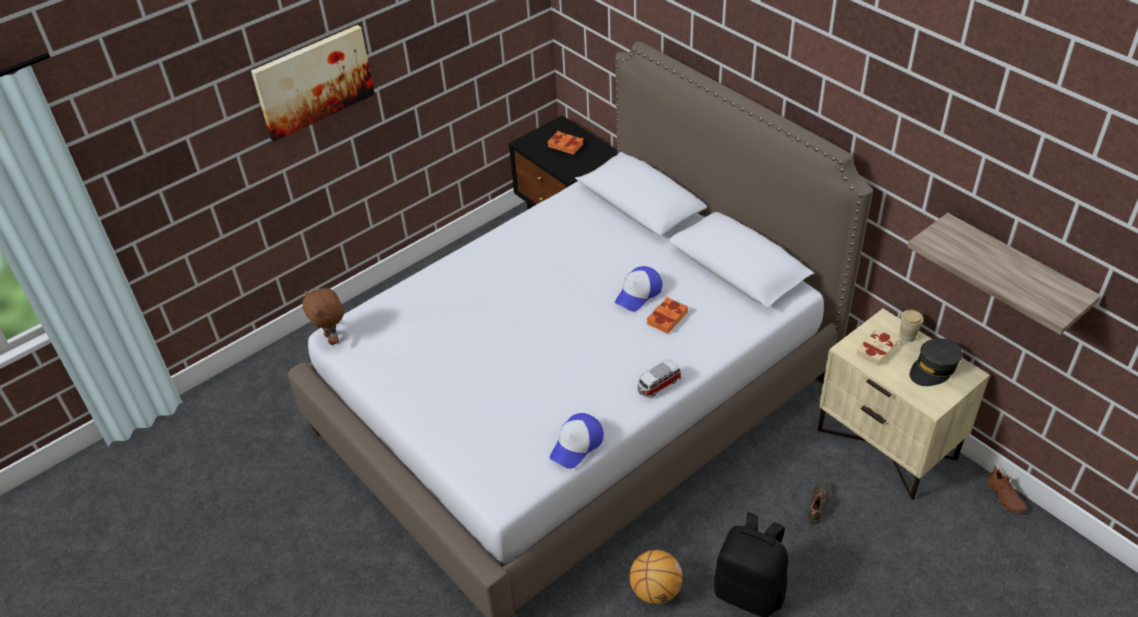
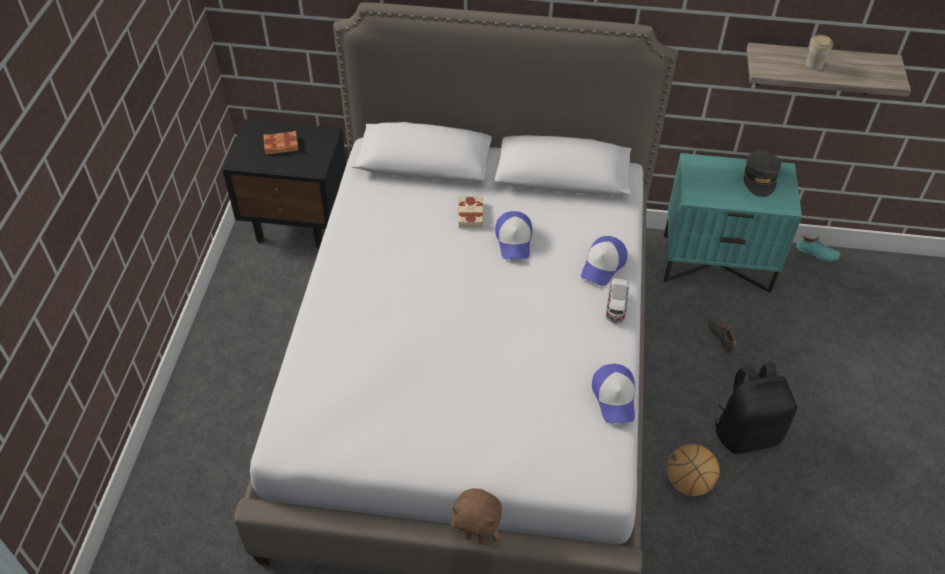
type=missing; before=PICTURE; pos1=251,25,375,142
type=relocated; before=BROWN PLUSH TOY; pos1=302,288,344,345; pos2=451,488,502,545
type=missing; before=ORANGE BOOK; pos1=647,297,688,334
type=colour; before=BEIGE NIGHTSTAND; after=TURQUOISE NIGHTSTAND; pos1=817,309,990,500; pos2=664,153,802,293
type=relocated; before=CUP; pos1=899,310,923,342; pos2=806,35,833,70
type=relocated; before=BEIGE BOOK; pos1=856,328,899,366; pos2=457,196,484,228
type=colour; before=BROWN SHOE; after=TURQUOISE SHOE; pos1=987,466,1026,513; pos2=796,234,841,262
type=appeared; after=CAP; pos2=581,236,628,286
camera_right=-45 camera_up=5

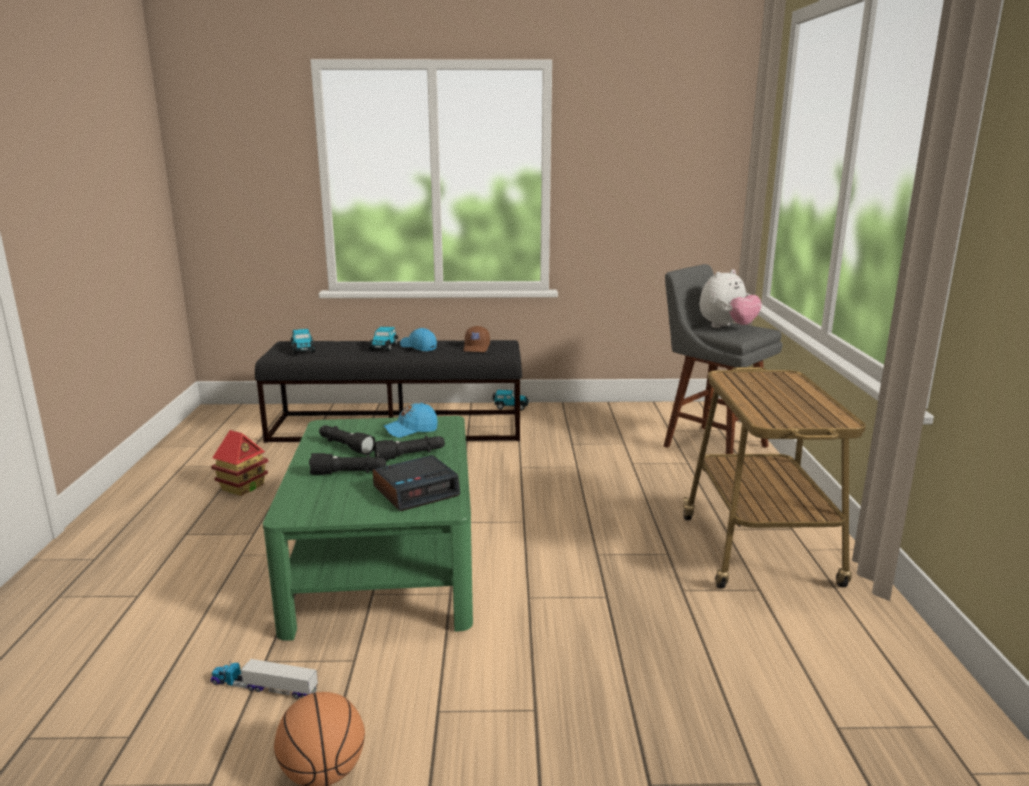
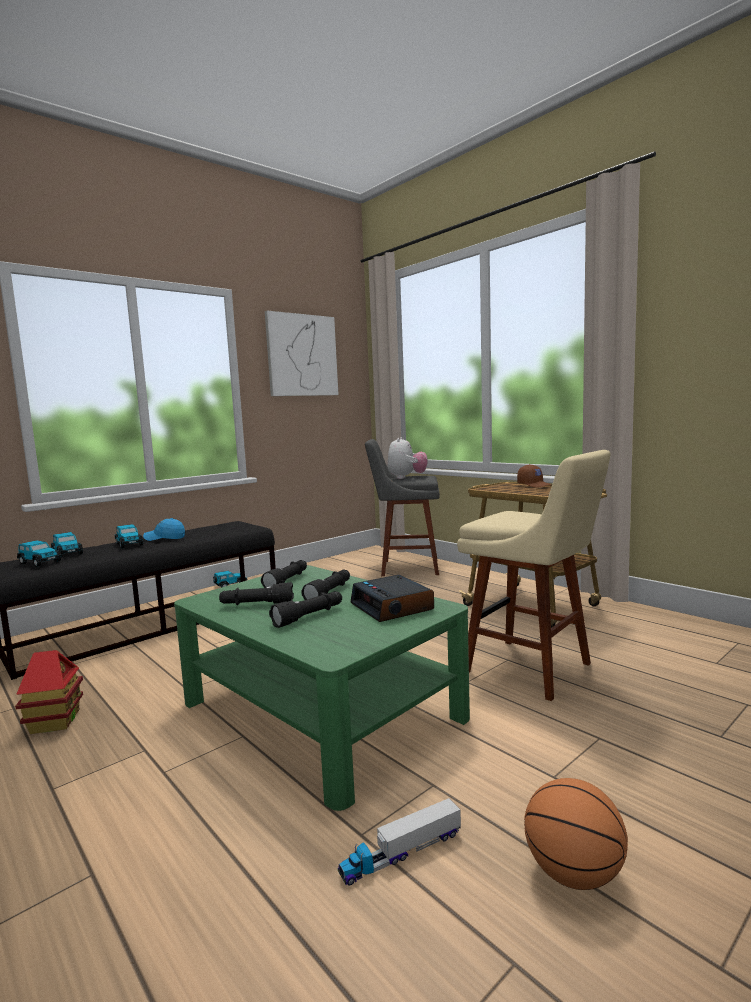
type=relocated; before=BROWN CAP; pos1=464,326,490,352; pos2=517,464,552,488
type=exchanged; before=BLUE CAP; after=BLACK FLASHLIGHT; pos1=384,403,438,438; pos2=261,560,307,588
type=spun; before=ALARM CLOCK; pos1=372,455,460,511; pos2=351,575,434,622; turn=135
type=appeared; after=PICTURE; pos2=265,311,339,396
type=appeared; after=BEIGE STOOL; pos2=457,450,611,701
type=appeared; after=TOY CAR; pos2=51,532,83,557
camera_right=-40 camera_up=-10

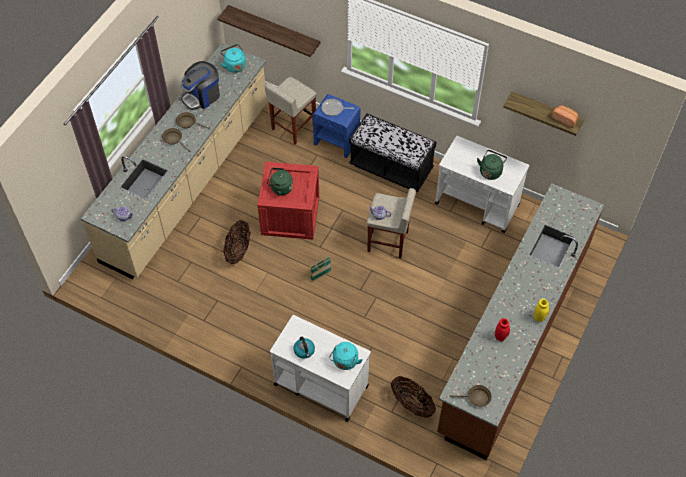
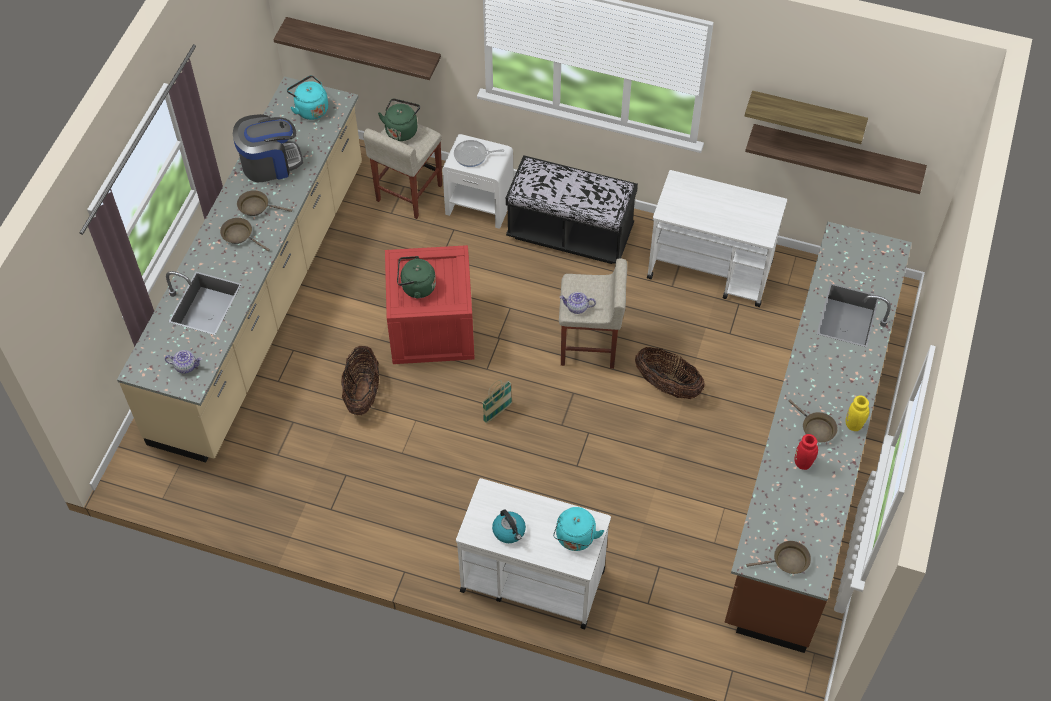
type=spun; before=COFFEE MACHINE; pos1=180,61,220,110; pos2=233,114,303,182; turn=-150
type=colour; before=BLUE NIGHTSTAND; after=WHITE NIGHTSTAND; pos1=313,94,360,158; pos2=442,134,513,229
type=missing; before=BREAD; pos1=551,105,578,127
type=relocated; before=GREEN KETTLE; pos1=477,150,507,180; pos2=378,99,420,141
type=relocated; before=BASKET; pos1=391,376,436,418; pos2=635,347,705,399
type=appeared; after=SHELF; pos2=745,124,927,194
type=appeared; after=BROWN FRYING PAN; pos2=788,399,838,442
camera_right=-10 camera_up=0

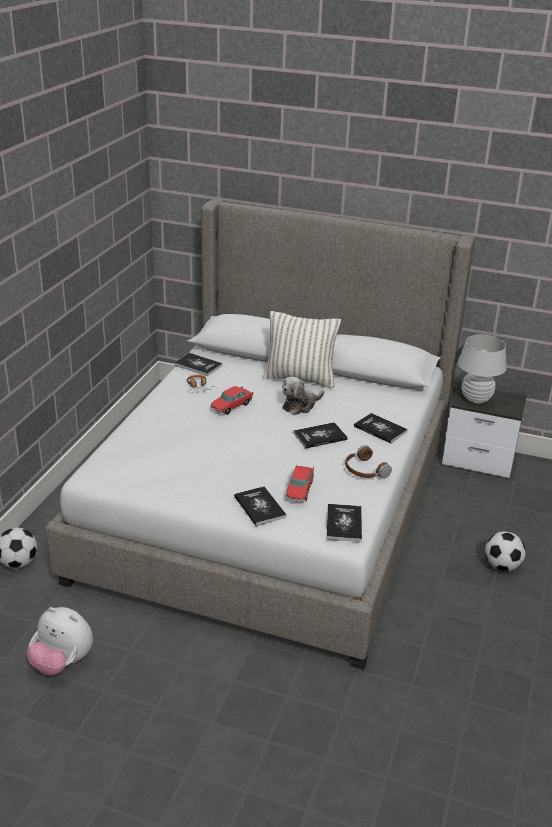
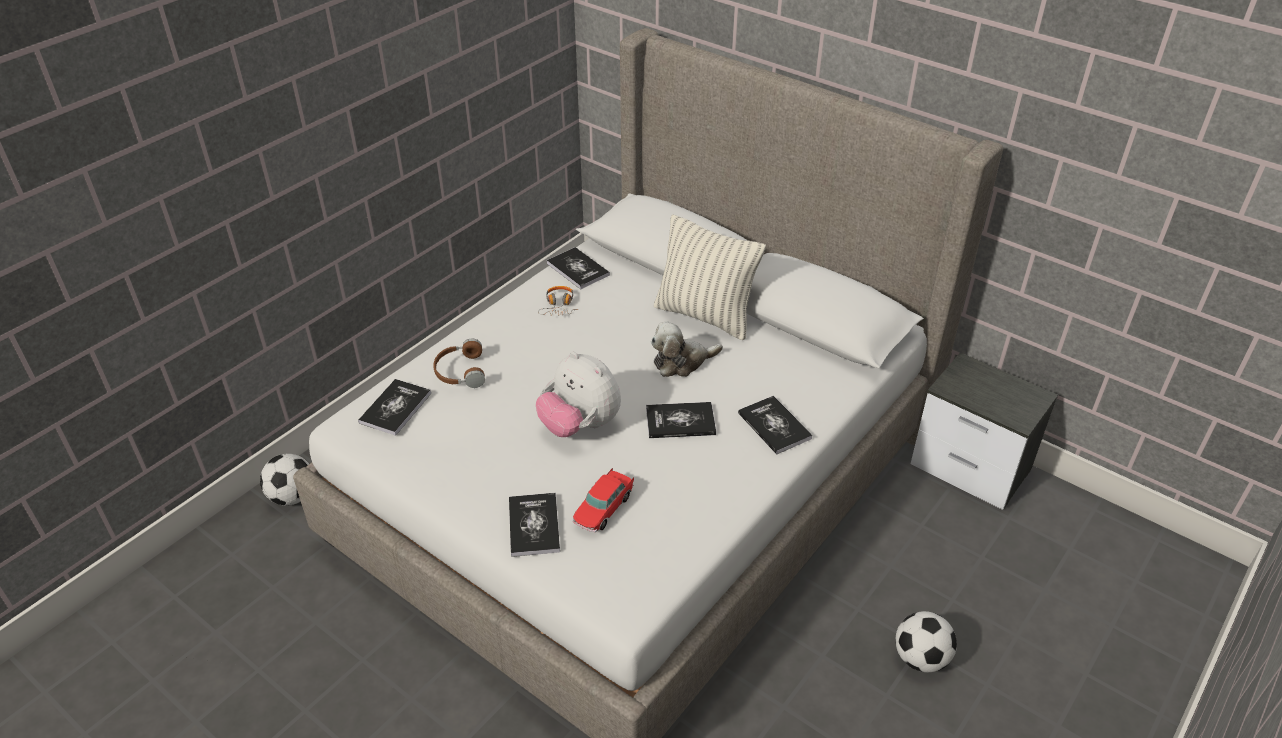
type=missing; before=WHITE TABLE LAMP; pos1=458,335,507,404
type=missing; before=TOY CAR; pos1=210,386,253,415
type=relocated; before=BROWN HEADPHONES; pos1=345,445,392,479; pos2=433,338,485,388
type=relocated; before=BOOK; pos1=327,504,362,542; pos2=358,379,432,436
type=relocated; before=PLUSH TOY; pos1=27,607,93,676; pos2=536,352,621,437
camera_right=20 camera_up=10

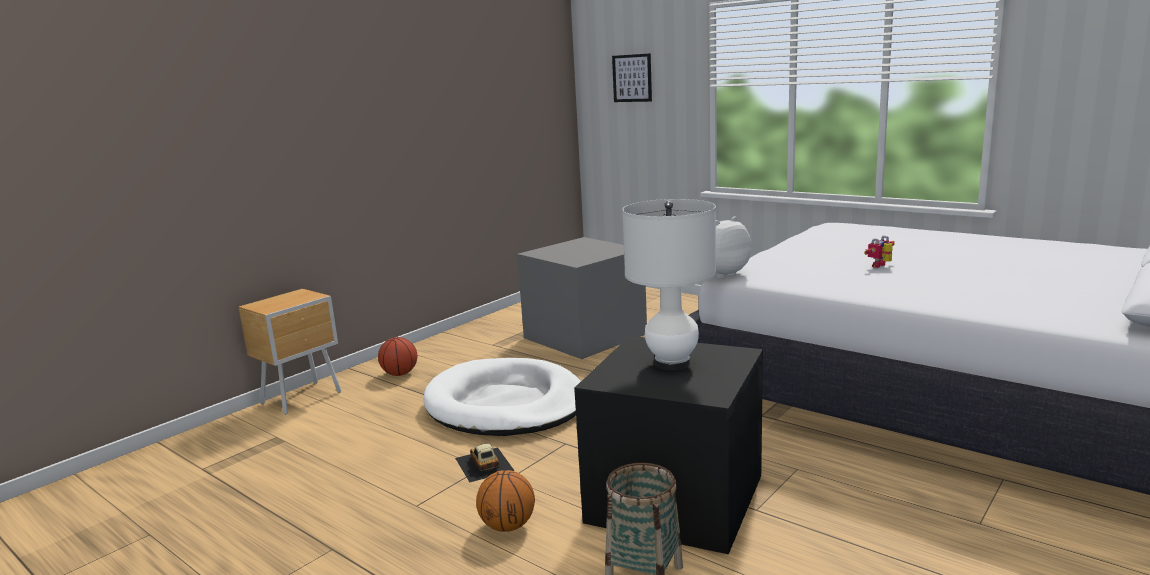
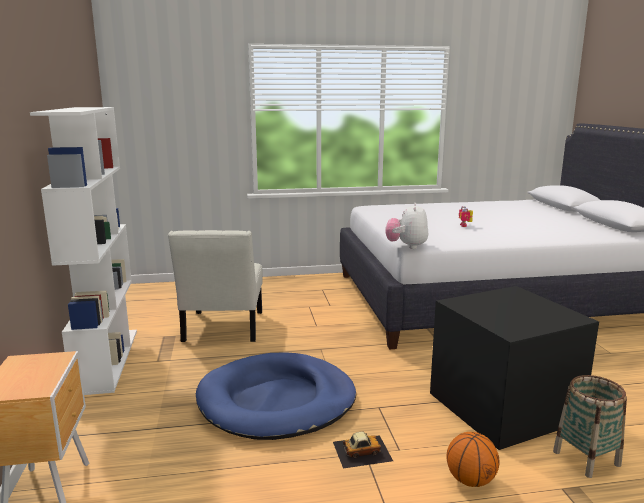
type=missing; before=PICTURE; pos1=612,53,652,102
type=missing; before=WHITE TABLE LAMP; pos1=622,199,716,371
type=exchanged; before=GREY STORAGE BOX; after=WHITE CHAIR; pos1=517,237,647,359; pos2=168,230,263,342
type=missing; before=BASKETBALL; pos1=378,337,417,376
type=colour; before=WHITE DOG BED; after=BLUE DOG BED; pos1=423,358,581,436; pos2=196,352,356,440
type=spun; before=TOY CAR; pos1=455,444,515,482; pos2=333,431,393,469; turn=150
type=appeared; after=WHITE BOOKCASE; pos2=30,107,137,395
camera_right=-50 camera_up=0

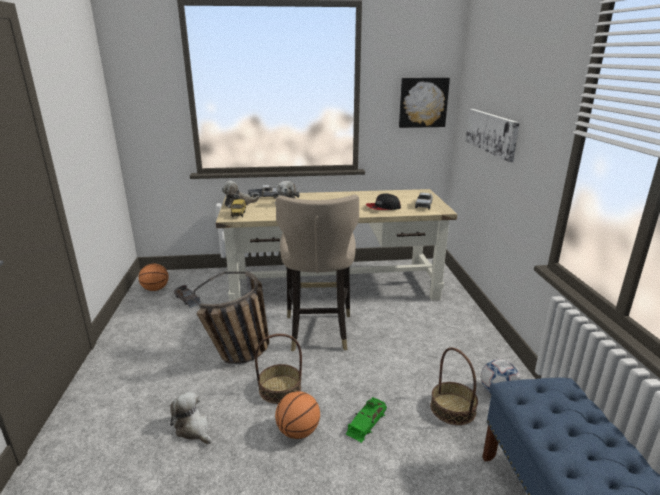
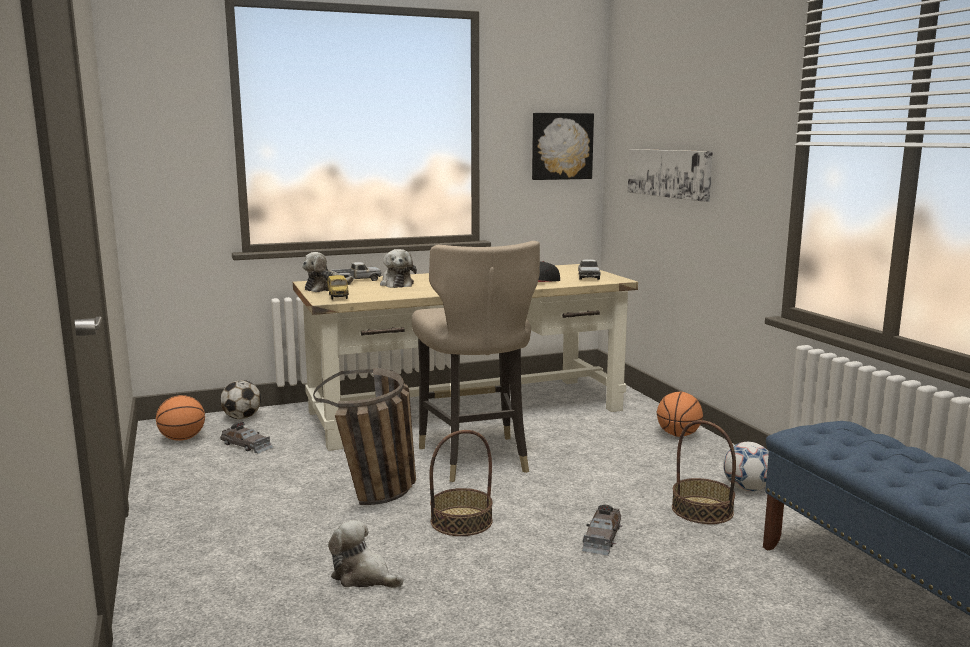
type=relocated; before=BASKETBALL; pos1=275,391,320,439; pos2=657,391,703,437
type=colour; before=GREEN TOY CAR; after=GREY TOY CAR; pos1=346,397,387,443; pos2=582,505,622,556
type=appeared; after=FOOTBALL; pos2=220,380,261,419
camera_right=-15 camera_up=-10

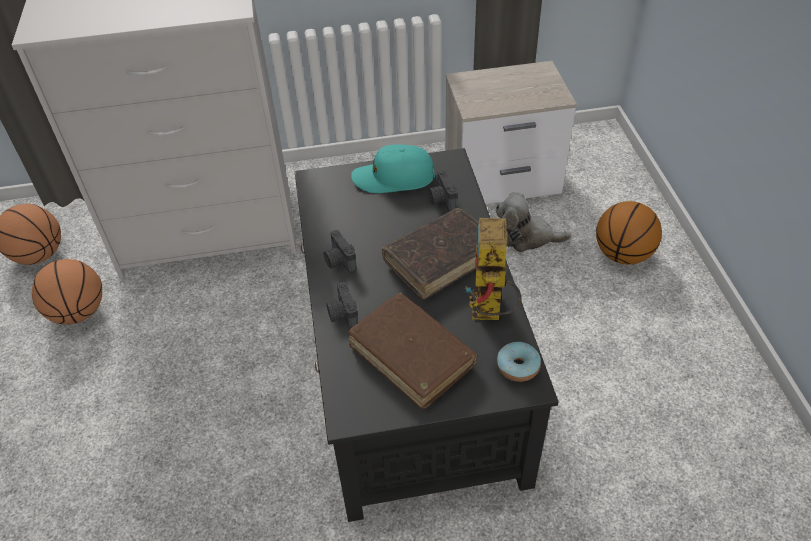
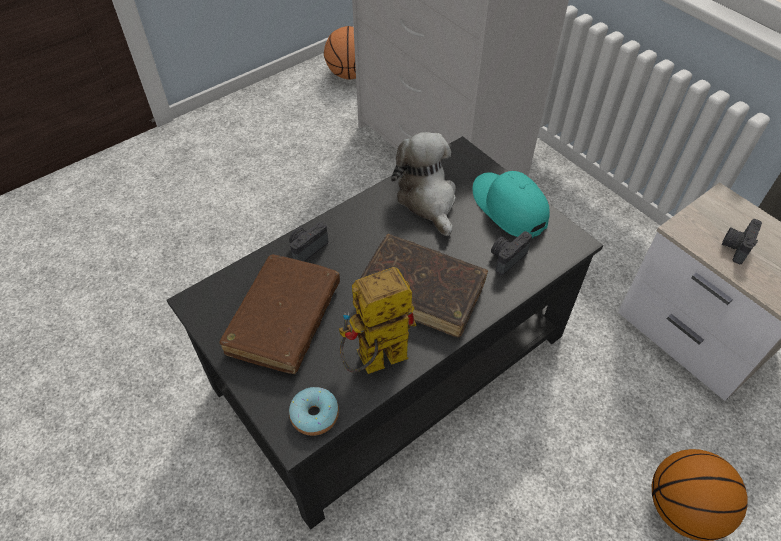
type=relocated; before=PLUSH TOY; pos1=496,192,572,252; pos2=391,132,456,237
type=relocated; before=PHOTO CAMERA; pos1=324,230,357,273; pos2=722,219,762,264
type=missing; before=BASKETBALL; pos1=32,259,102,325
camera_right=60 camera_up=5

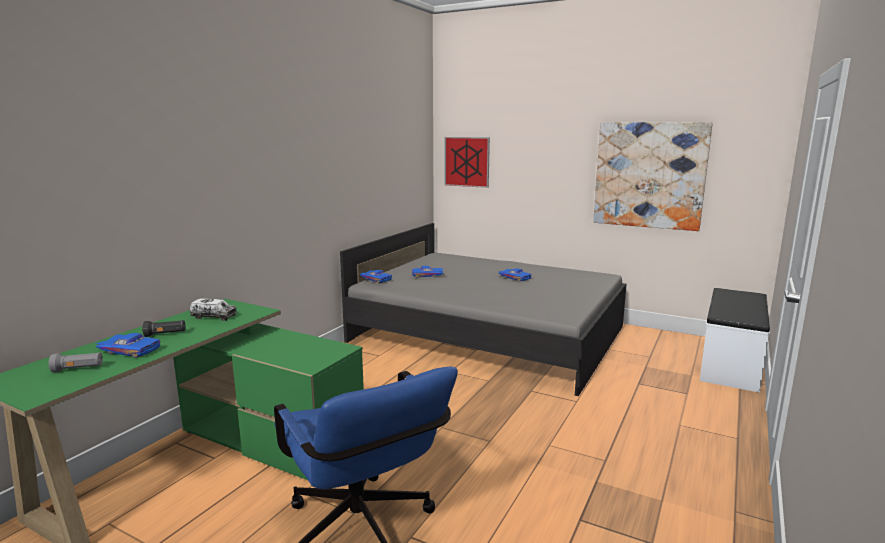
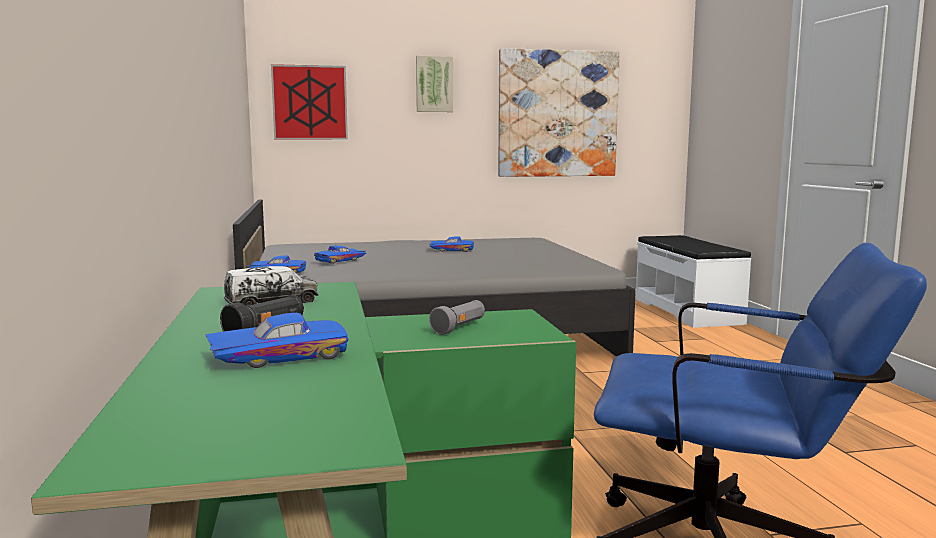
type=relocated; before=GREY FLASHLIGHT; pos1=48,352,103,372; pos2=429,300,485,335
type=appeared; after=PICTURE; pos2=416,56,453,112
camera_right=-40 camera_up=-5

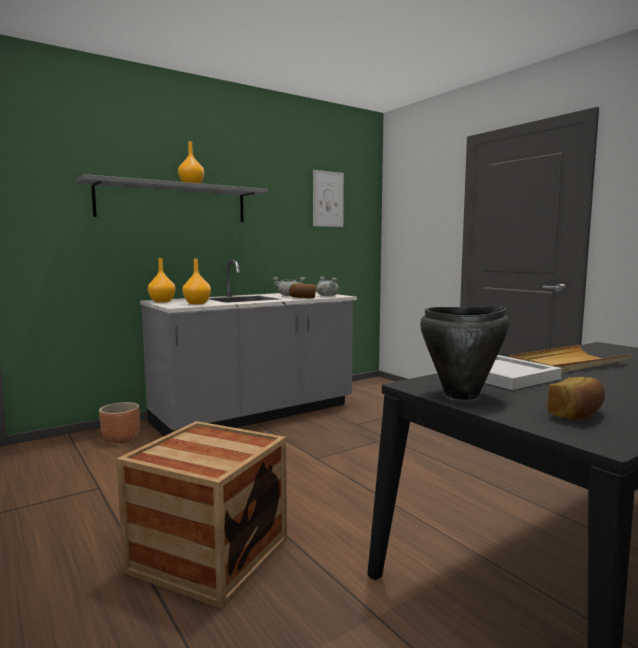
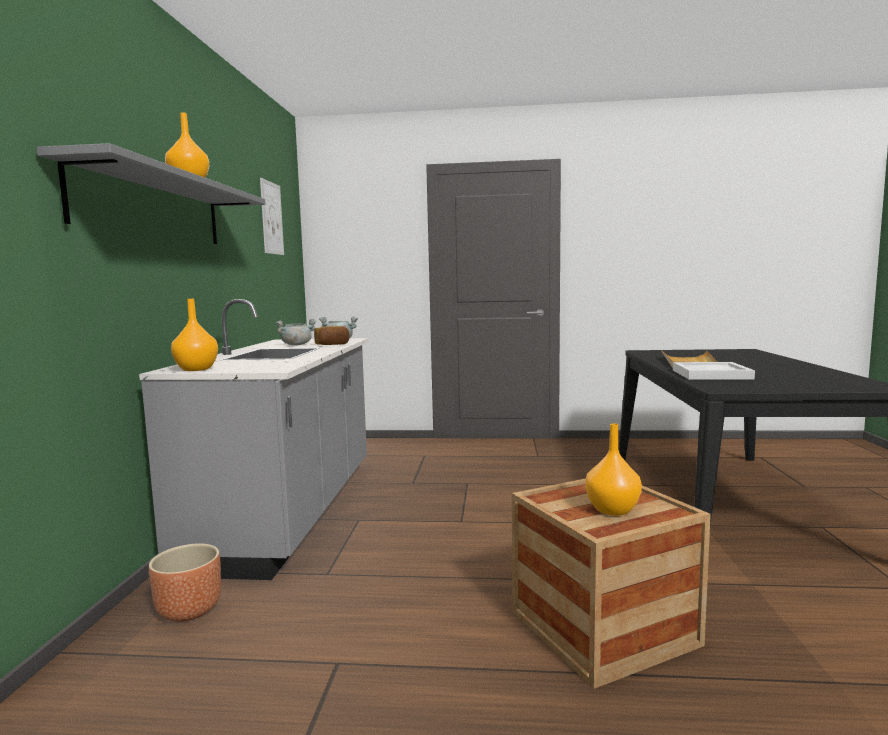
type=relocated; before=ORANGE VASE; pos1=182,258,211,304; pos2=585,424,642,516
type=missing; before=BLACK COOKING POT; pos1=420,307,510,400
type=missing; before=BREAD; pos1=547,377,605,420
camera_right=-50 camera_up=0

